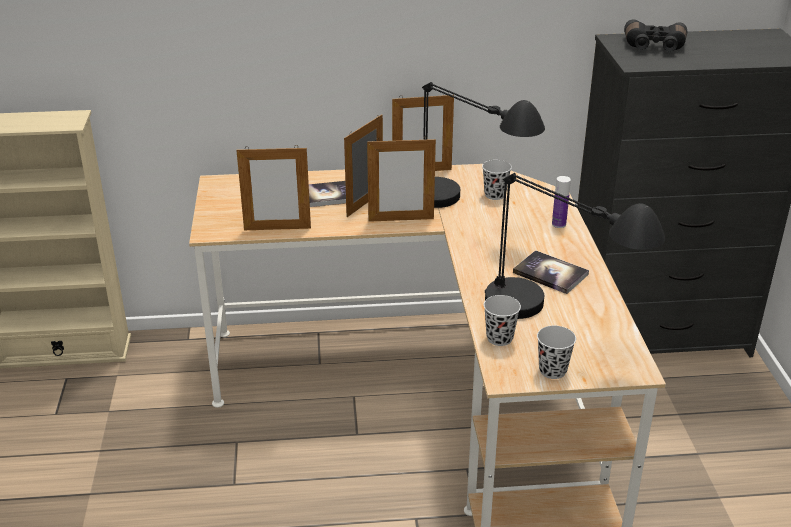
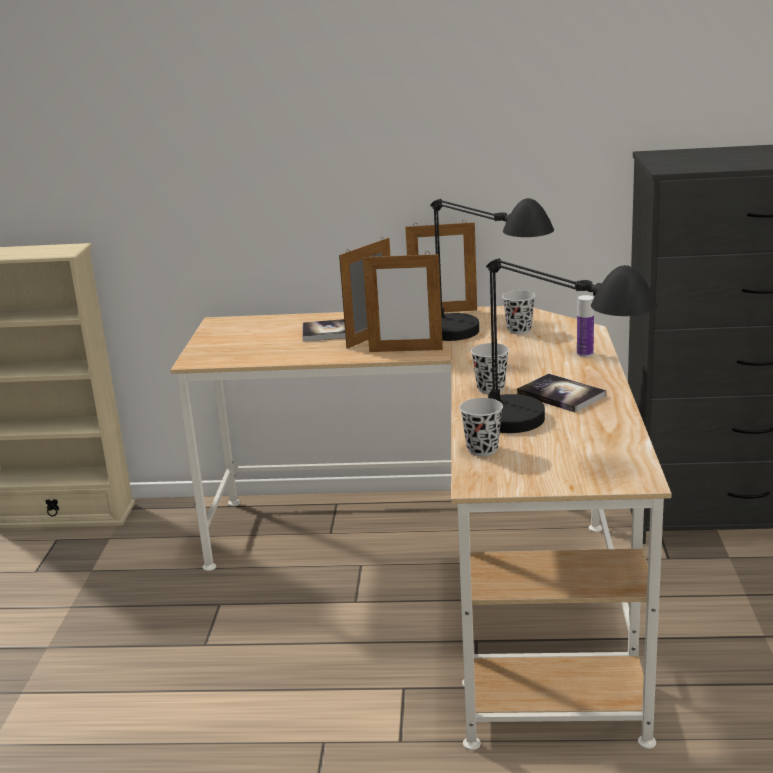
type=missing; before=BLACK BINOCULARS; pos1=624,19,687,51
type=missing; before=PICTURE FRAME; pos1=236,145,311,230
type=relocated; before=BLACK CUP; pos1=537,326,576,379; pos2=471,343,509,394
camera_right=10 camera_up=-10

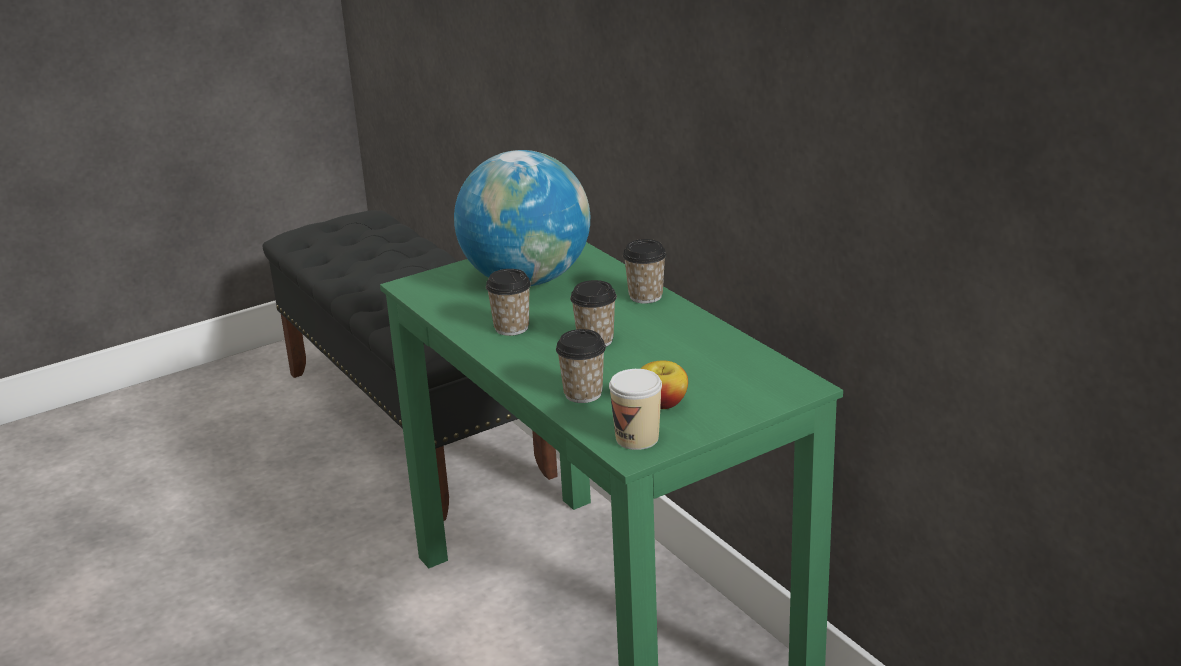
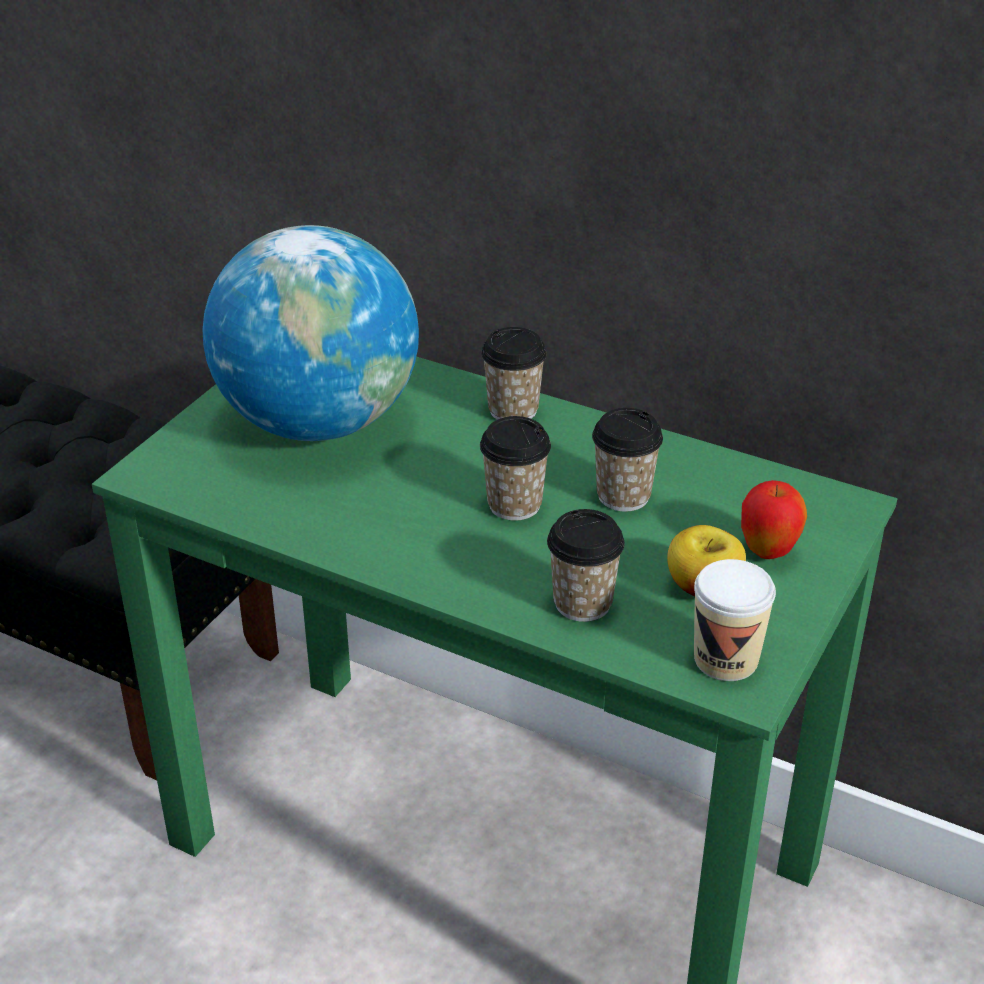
type=relocated; before=CUP; pos1=486,269,531,336; pos2=592,408,663,512
type=appeared; after=APPLE; pos2=741,480,807,559
camera_right=-30 camera_up=10

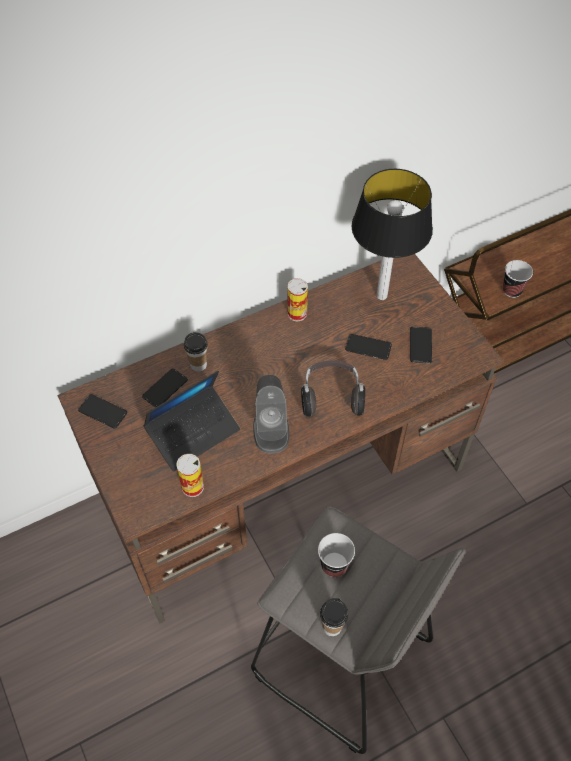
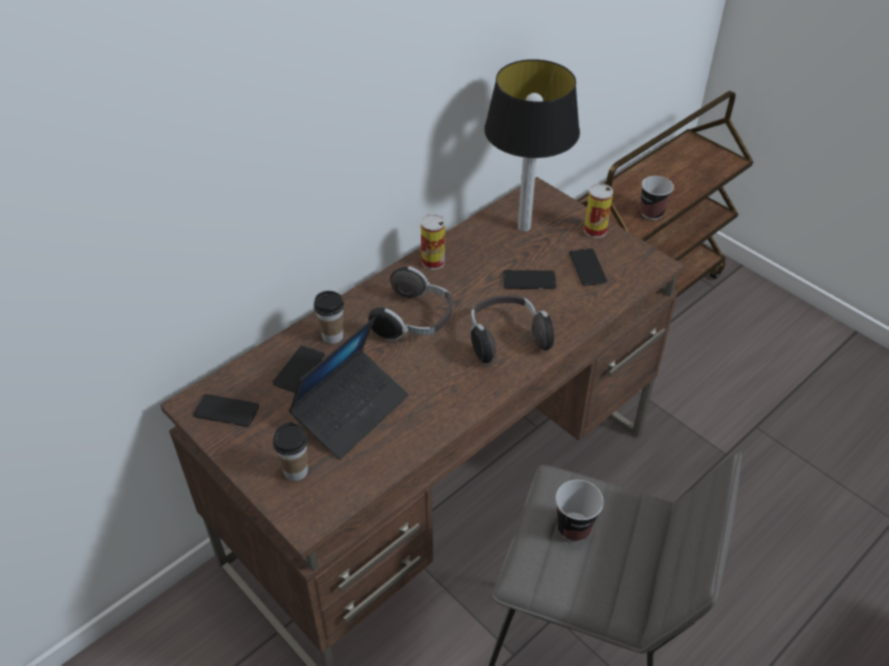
type=missing; before=GREY SPEAKER; pos1=253,375,289,454
type=relocated; before=CAN; pos1=176,454,204,497; pos2=584,183,613,238
type=relocated; before=CUP; pos1=320,598,348,636; pos2=273,422,308,481
type=appeared; after=HEADPHONES; pos2=368,266,452,341
camera_right=-15 camera_up=-10

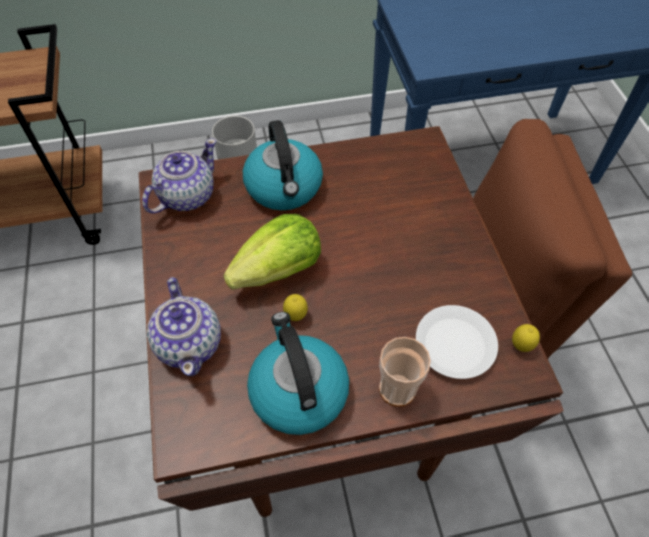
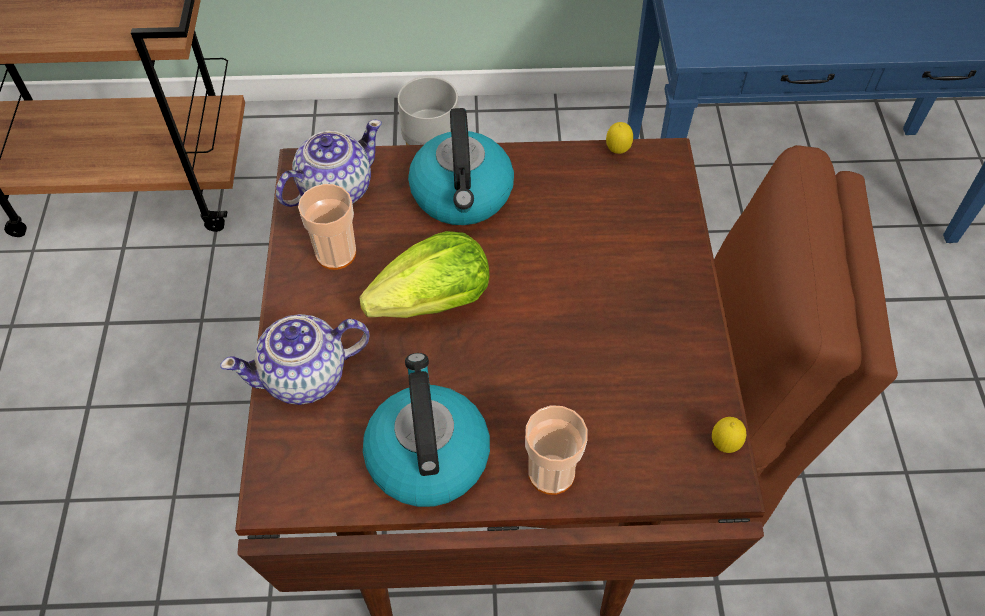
type=spun; before=TEAPOT; pos1=147,277,221,376; pos2=220,314,370,405; turn=75
type=relocated; before=LEMON; pos1=283,294,308,321; pos2=606,122,633,154
type=missing; before=WHITE PLATE; pos1=416,305,498,379
type=appeared; after=CUP; pos2=298,184,356,270
camera_right=10 camera_up=0

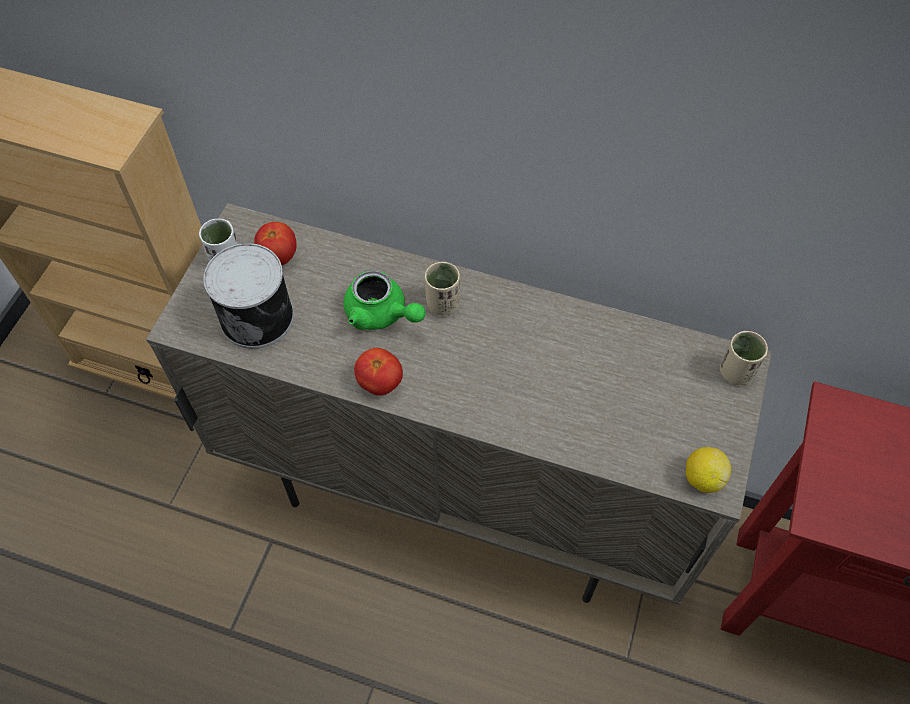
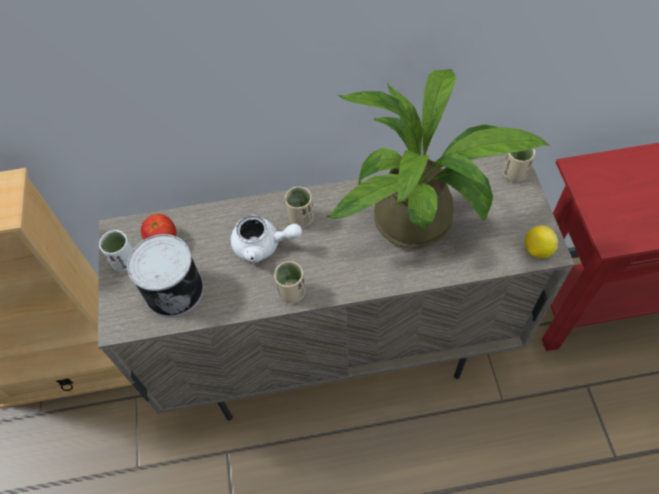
type=colour; before=GREEN TEAPOT; after=WHITE TEAPOT; pos1=343,270,426,330; pos2=231,215,302,263
type=exchanged; before=TOMATO; after=BEIGE CUP; pos1=354,348,403,396; pos2=274,261,306,303
type=appeared; after=POTTED PLANT; pos2=327,70,550,248
camera_right=-25 camera_up=0

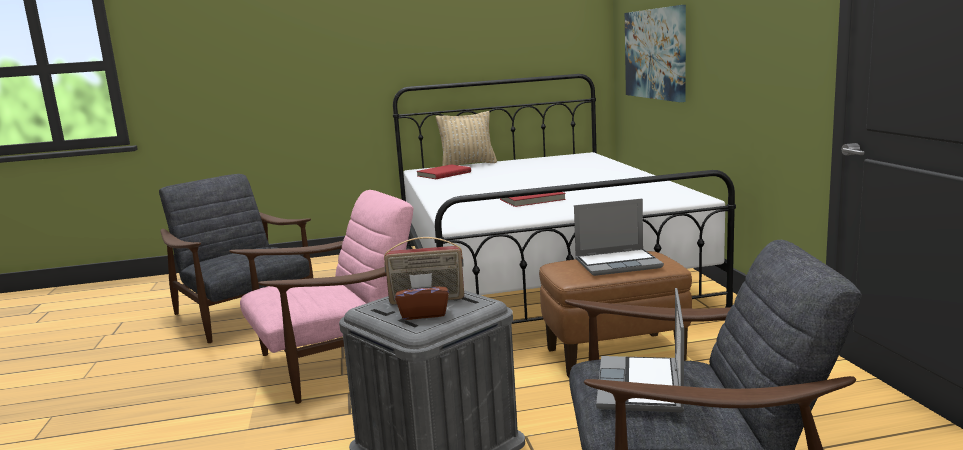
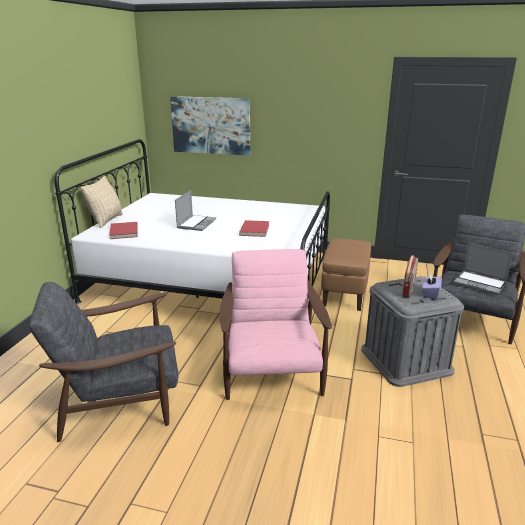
type=relocated; before=LAPTOP; pos1=574,199,664,276; pos2=175,190,216,231
type=colour; before=BROWN TISSUE BOX; after=PURPLE TISSUE BOX; pos1=395,273,449,320; pos2=422,274,442,299
camera_right=-65 camera_up=10

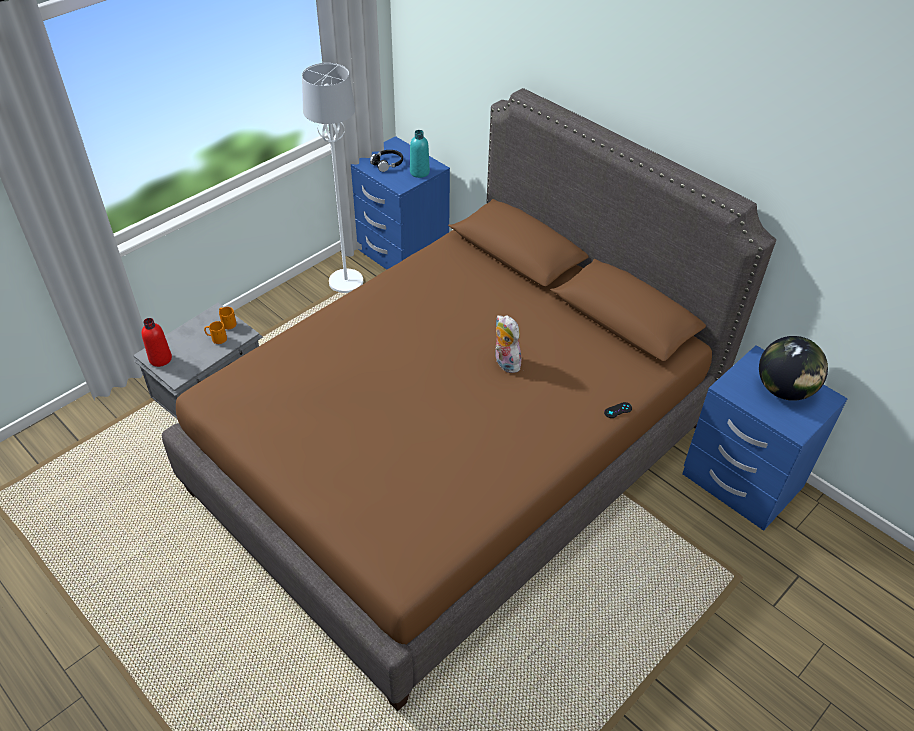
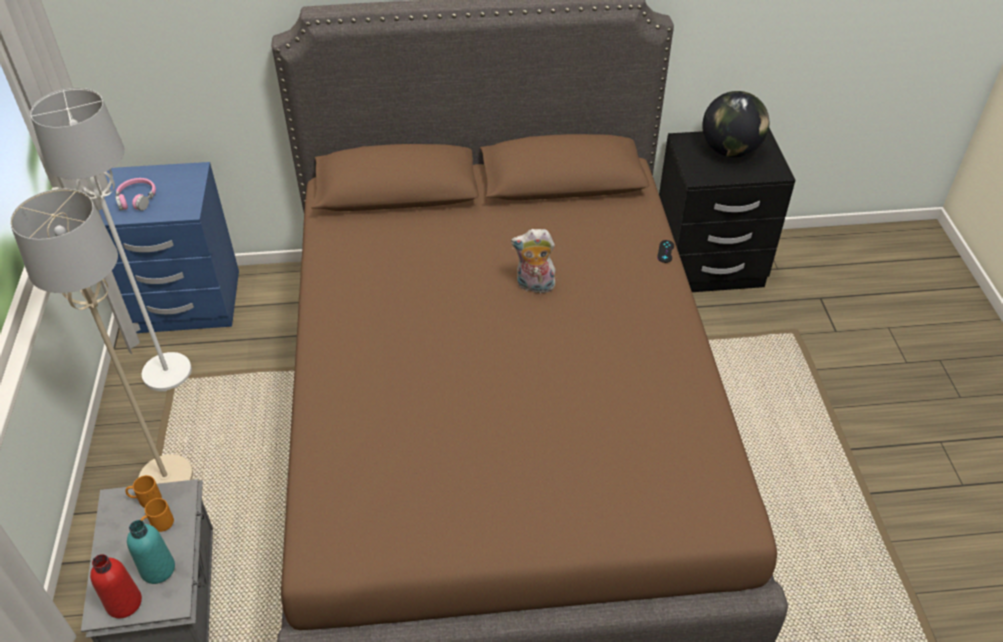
type=relocated; before=TURQUOISE BOTTLE; pos1=410,130,430,178; pos2=127,520,175,584
type=colour; before=BLACK HEADPHONES; after=PINK HEADPHONES; pos1=370,150,403,172; pos2=115,178,156,211
type=colour; before=BLUE NIGHTSTAND; after=BLACK NIGHTSTAND; pos1=682,345,848,531; pos2=659,128,796,292
type=appeared; after=BEIGE FLOOR LAMP; pos2=10,189,193,484
camera_right=-50 camera_up=0

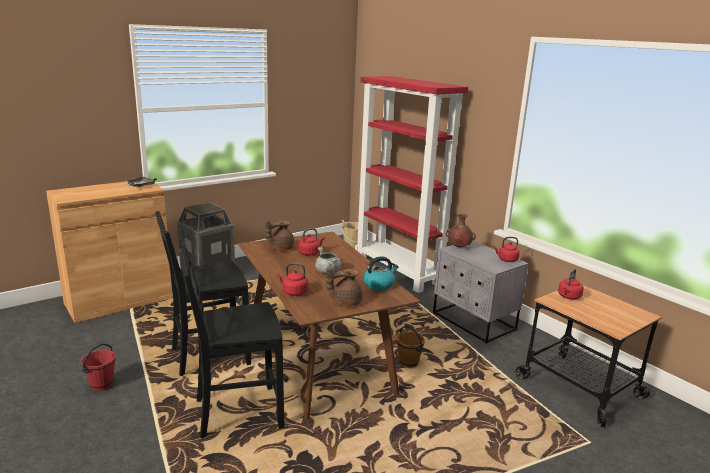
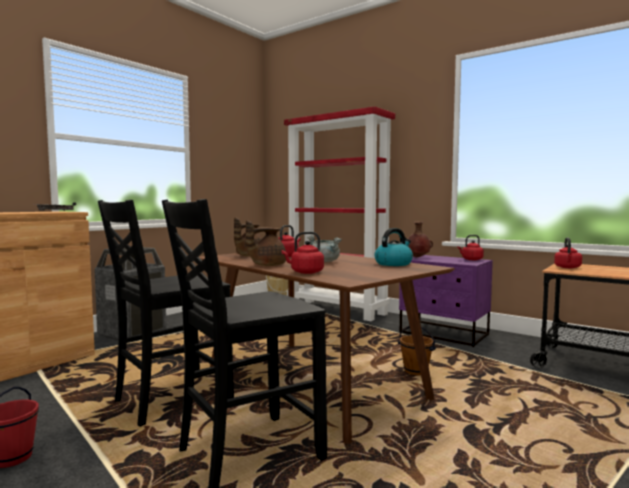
type=colour; before=GREY NIGHTSTAND; after=PURPLE NIGHTSTAND; pos1=433,241,529,344; pos2=399,255,493,347
type=relocated; before=BROWN TEAPOT; pos1=326,268,363,306; pos2=246,220,286,266
camera_right=-15 camera_up=-15

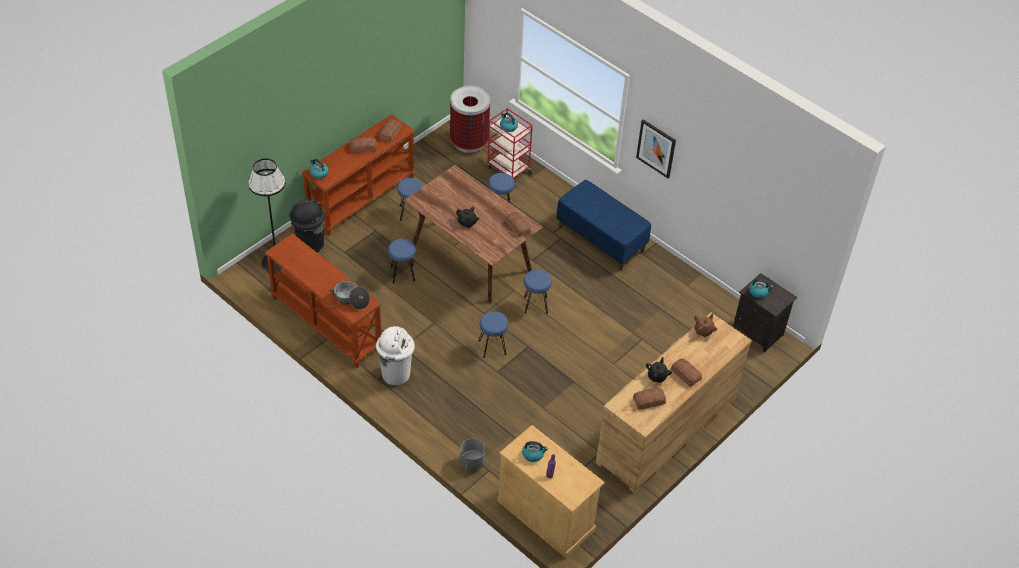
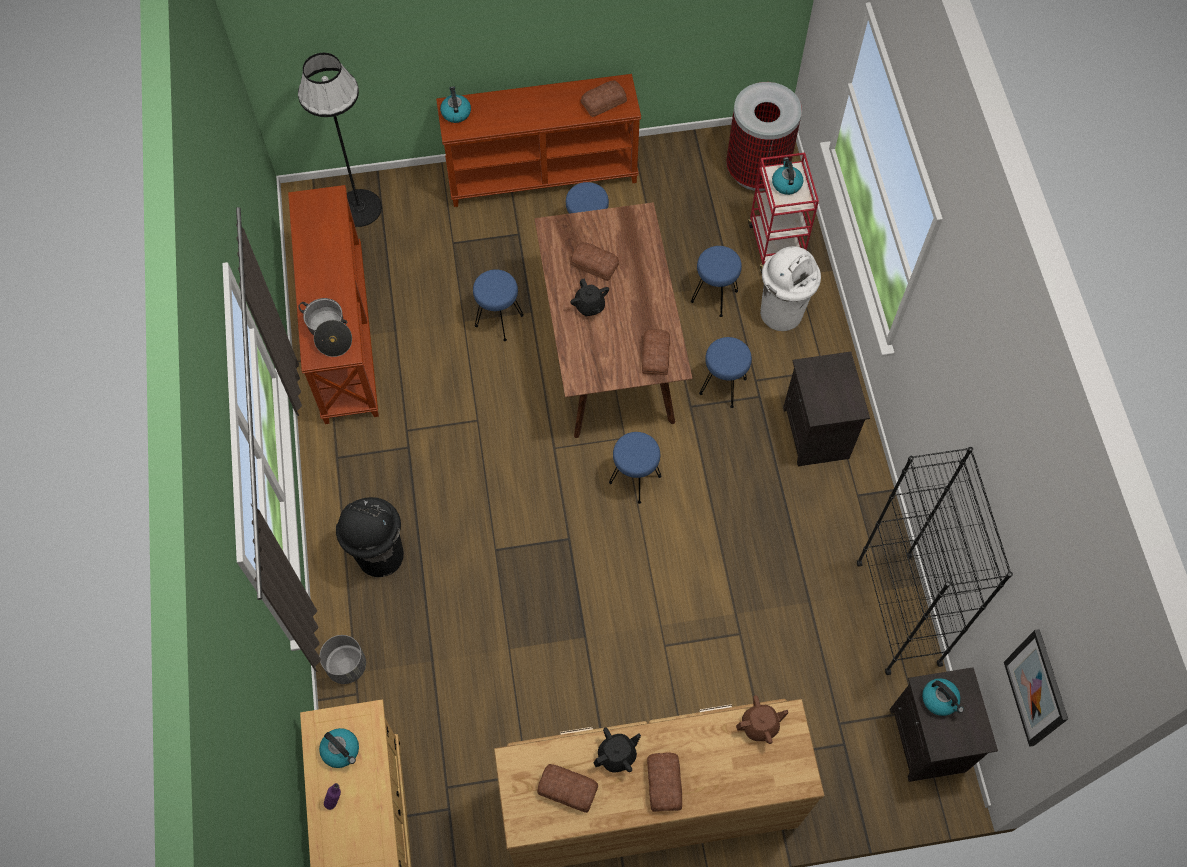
type=relocated; before=PICTURE; pos1=636,119,676,178; pos2=1004,629,1068,747
type=relocated; before=BREAD; pos1=350,136,377,153; pos2=570,242,619,281
type=exchanged; before=BLUE BENCH; after=BLACK NIGHTSTAND; pos1=556,180,651,270; pos2=783,352,870,466
type=relocated; before=BLACK TRASH CAN; pos1=289,199,325,253; pos2=336,497,404,577
type=relocated; before=BLUE STOOL; pos1=479,311,508,358; pos2=699,337,752,408
type=relocated; before=WHITE TRASH CAN; pos1=376,326,415,386; pos2=760,246,821,331
type=appeared; after=BLACK BOOKCASE; pos2=857,447,1013,675
camera_right=40 camera_up=15

